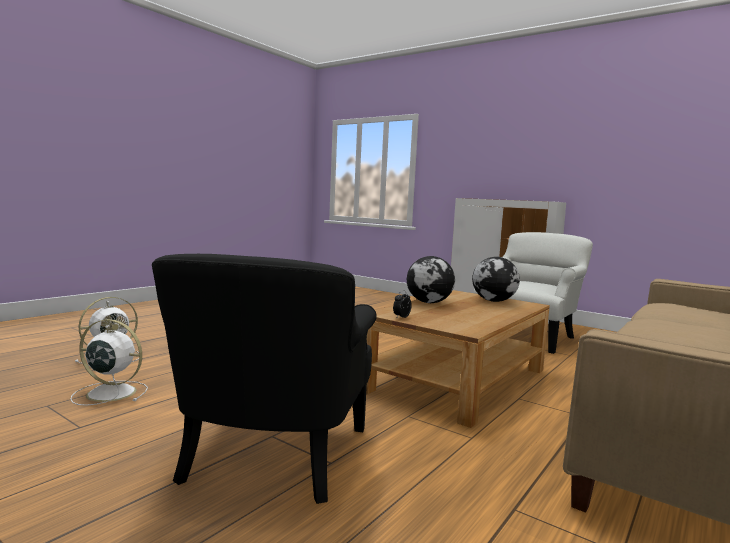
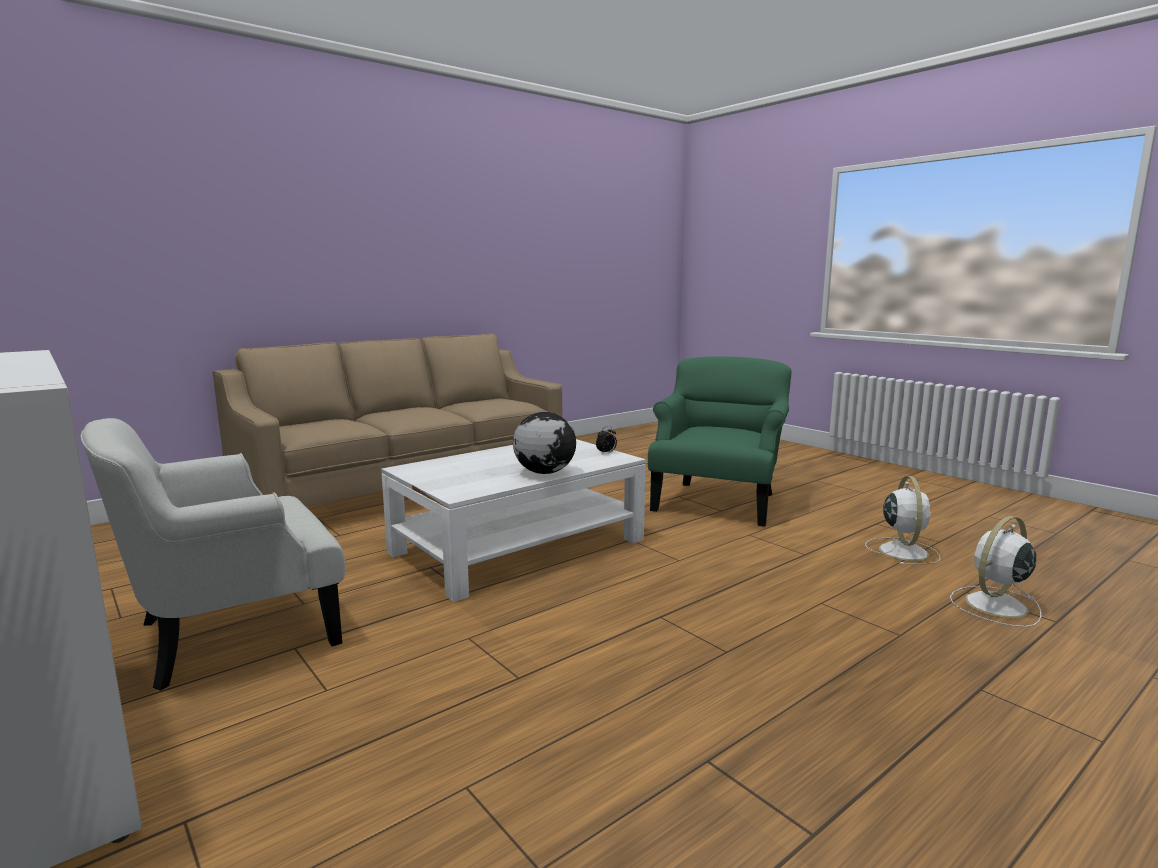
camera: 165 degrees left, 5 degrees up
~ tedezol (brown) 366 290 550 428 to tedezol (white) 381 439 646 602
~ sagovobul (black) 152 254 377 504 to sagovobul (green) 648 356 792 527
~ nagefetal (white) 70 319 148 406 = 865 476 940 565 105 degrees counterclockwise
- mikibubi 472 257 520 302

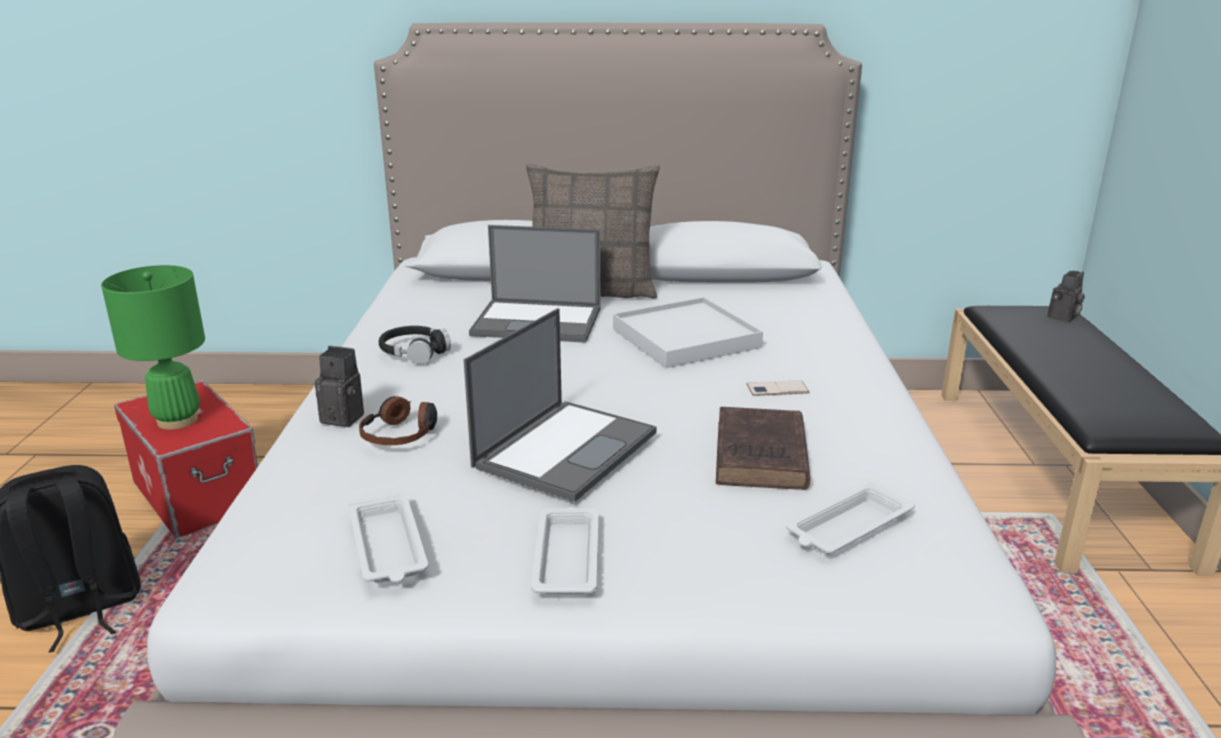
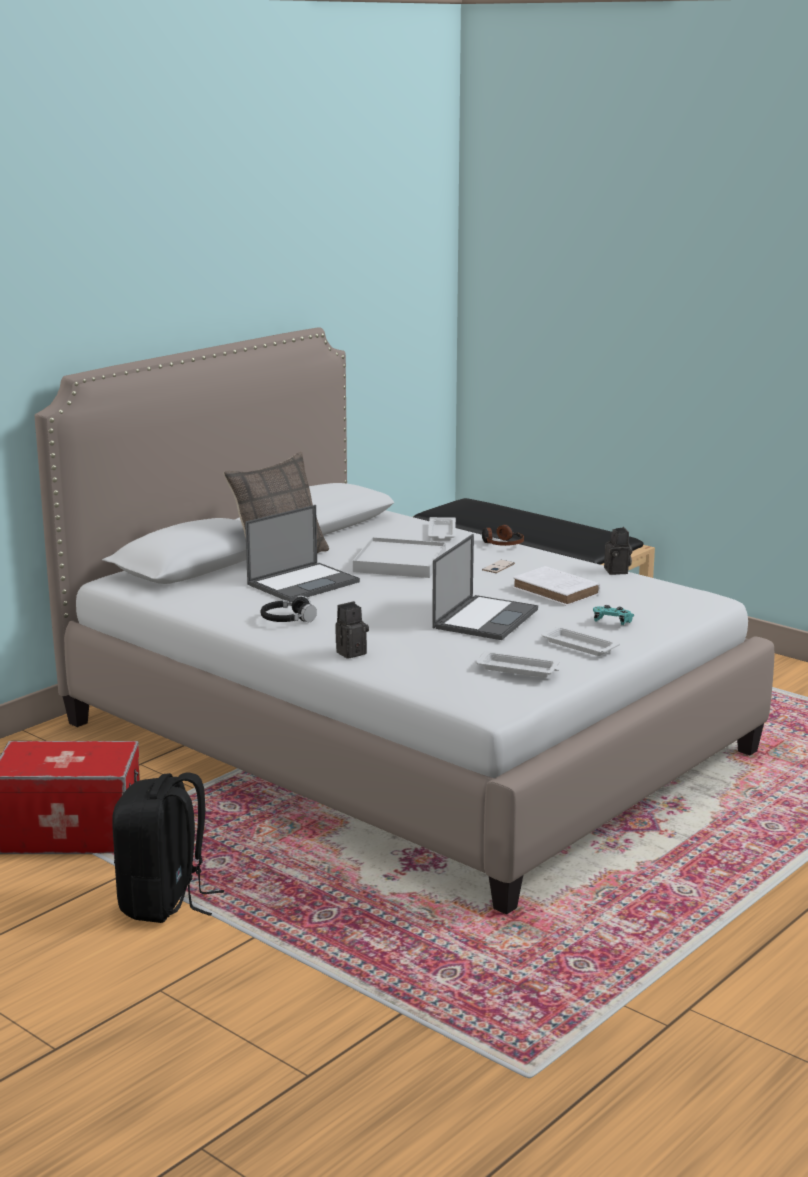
camera: 50 degrees left, 5 degrees down
~ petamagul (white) 786 481 915 555 to 428 517 456 541
~ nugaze 464 308 657 502 = 432 534 538 640 45 degrees clockwise
~ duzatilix 359 396 437 445 to 482 525 524 546
~ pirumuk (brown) 716 407 810 490 to pirumuk (white) 512 566 601 606
+ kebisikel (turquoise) 593 605 634 625
~ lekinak 1048 271 1085 322 to 604 527 632 575
- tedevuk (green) 101 265 205 430

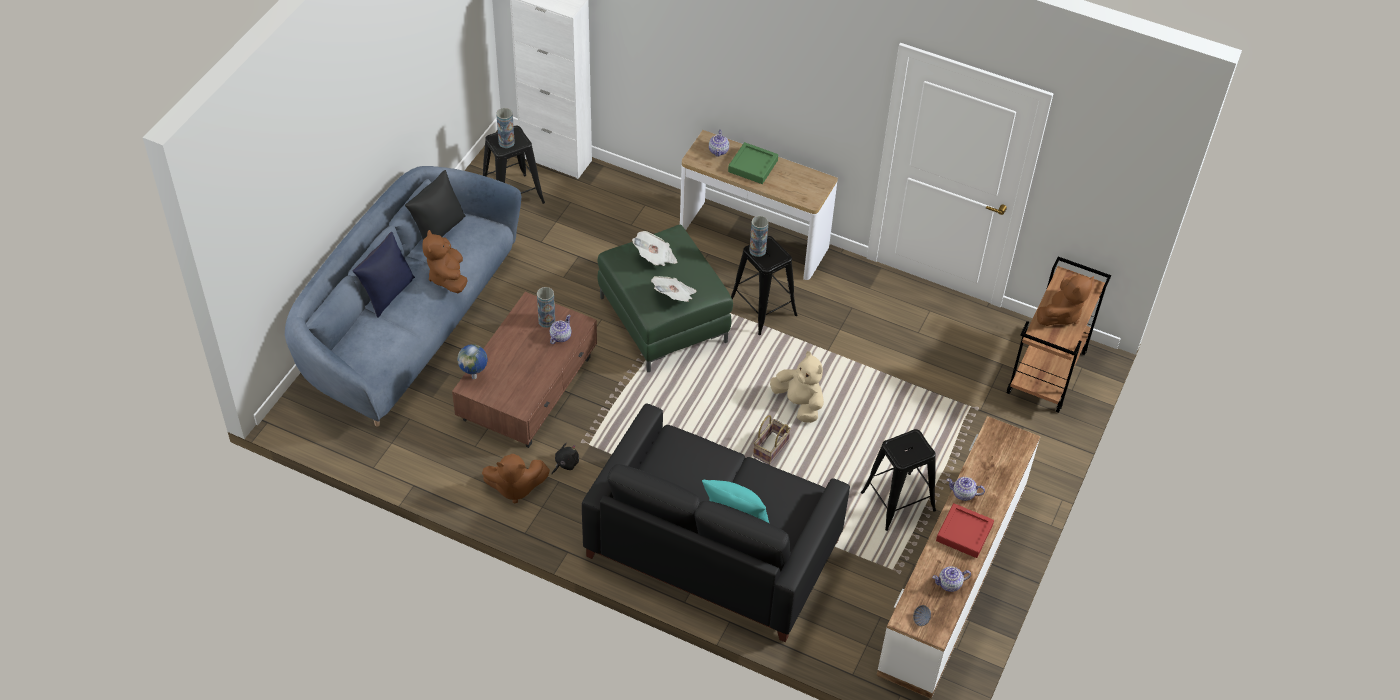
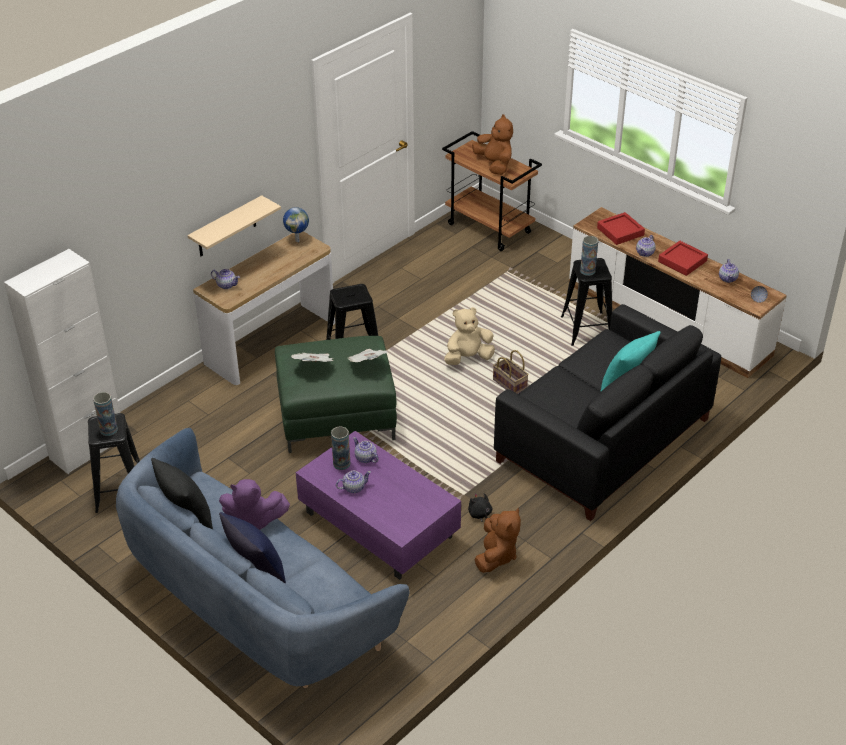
camera: 70 degrees left, 10 degrees down
+ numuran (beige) 188 195 281 256
~ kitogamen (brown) 422 230 468 293 to kitogamen (purple) 219 479 290 530
~ mikibubi 457 344 488 379 to 283 207 309 242
~ tedezol (brown) 452 292 597 448 to tedezol (purple) 296 431 461 580
+ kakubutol 336 471 371 493
~ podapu 749 216 769 257 to 580 236 598 276
+ petamagul (red) 597 212 645 245
- petamagul (green) 728 142 778 184

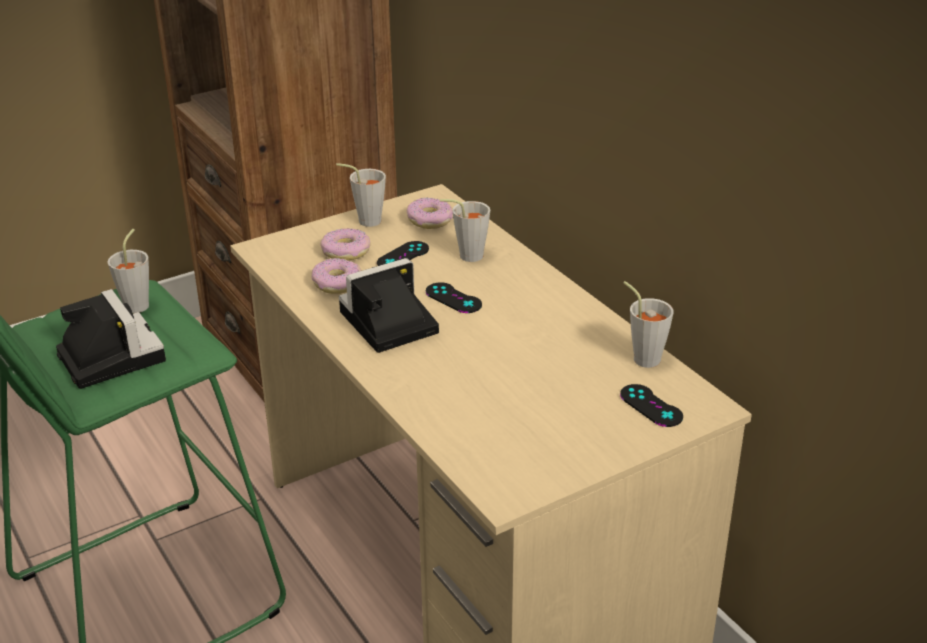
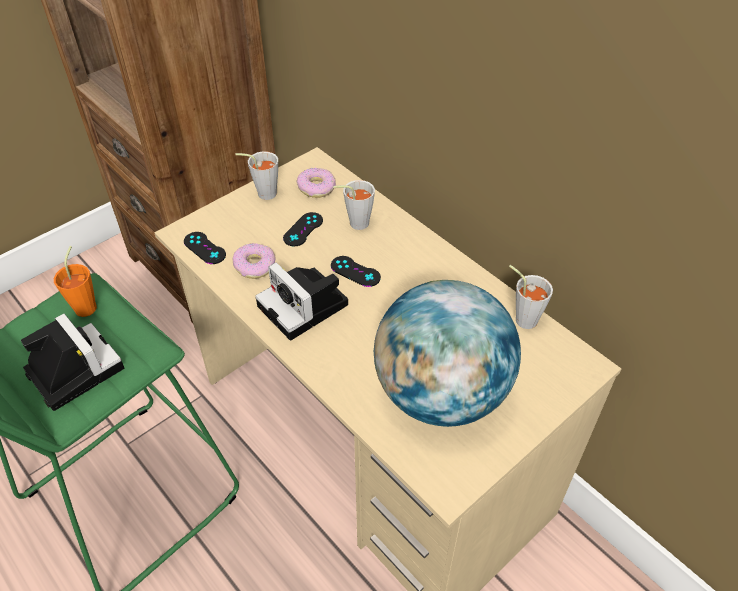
camera: 10 degrees left, 15 degrees up
~ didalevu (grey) 107 229 149 313 to didalevu (orange) 54 246 97 317
~ kebisikel (black) 620 384 683 427 to 184 232 226 264
~ lekinak 339 258 439 353 = 255 262 348 341 90 degrees counterclockwise
+ mikibubi 374 280 521 427
- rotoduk 320 228 371 260

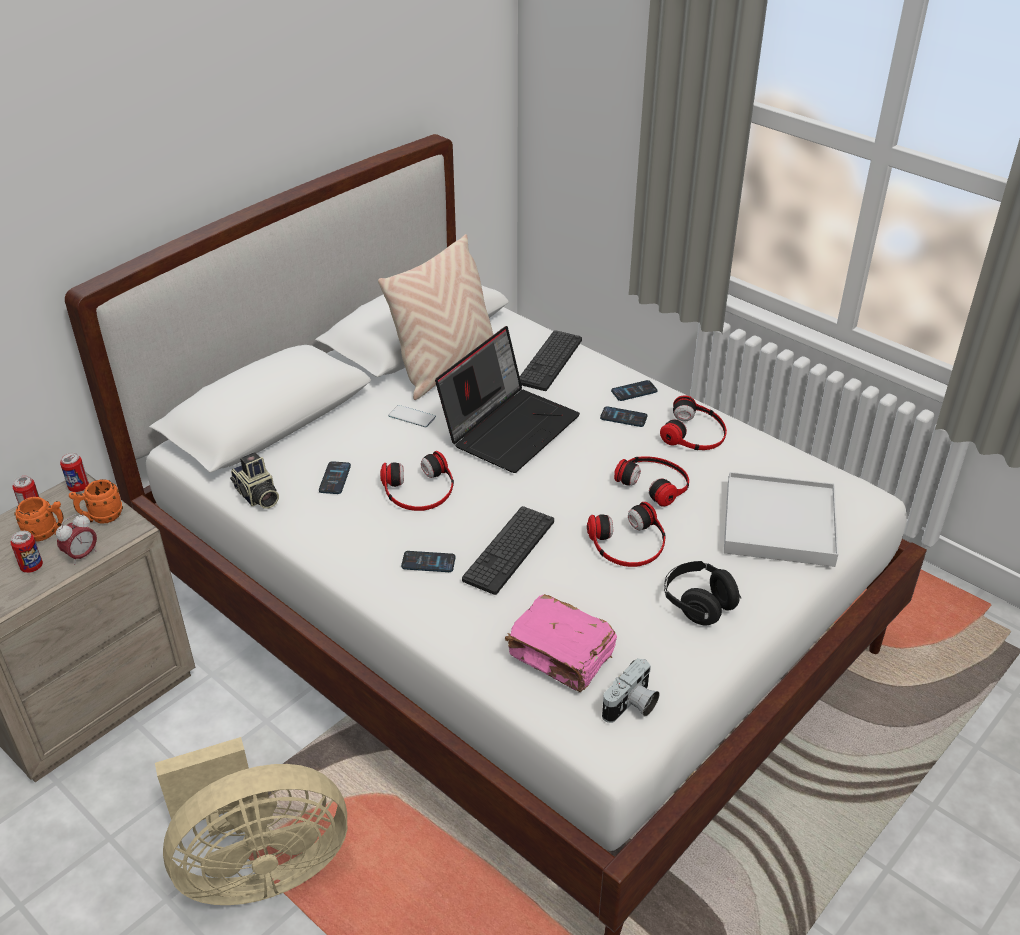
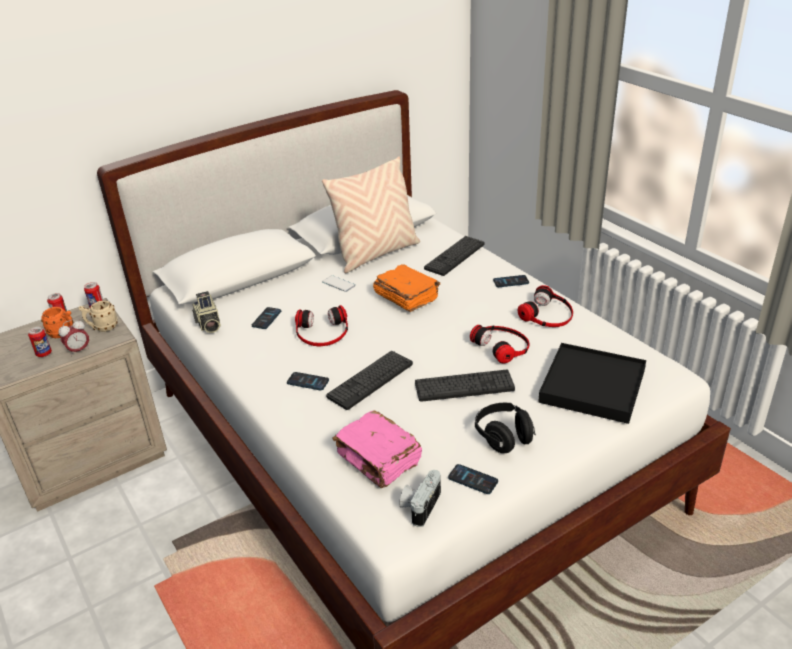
camera: 15 degrees right, 5 degrees down
~ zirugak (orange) 69 479 123 524 to zirugak (beige) 78 301 118 332
~ nugaze 435 326 580 473 to pirumuk (orange) 373 264 440 312
~ lekinak 602 658 659 723 = 399 470 441 527 150 degrees clockwise
~ duzatilix 587 502 666 567 to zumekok 415 370 515 402
~ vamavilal 600 406 647 427 to 448 464 498 494
~ petamagul (white) 724 472 838 567 to petamagul (black) 538 343 646 424
- nagefetal (beige) 155 737 347 905

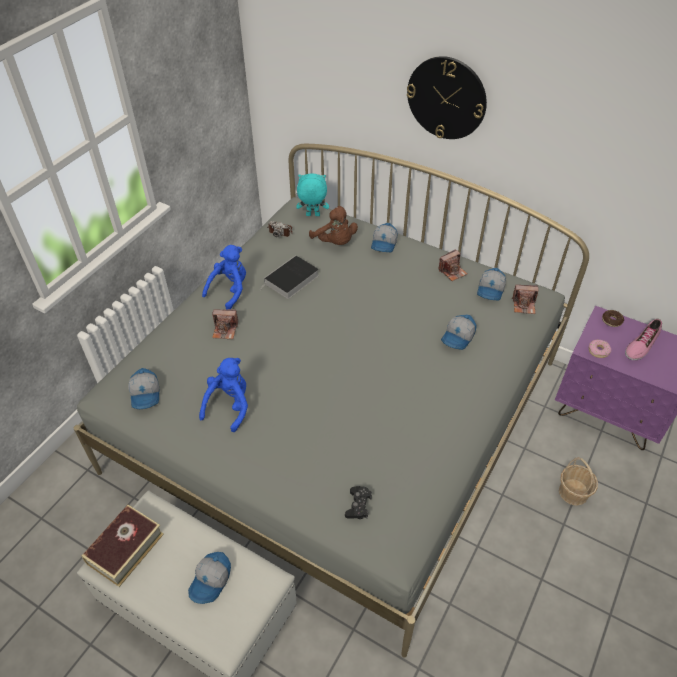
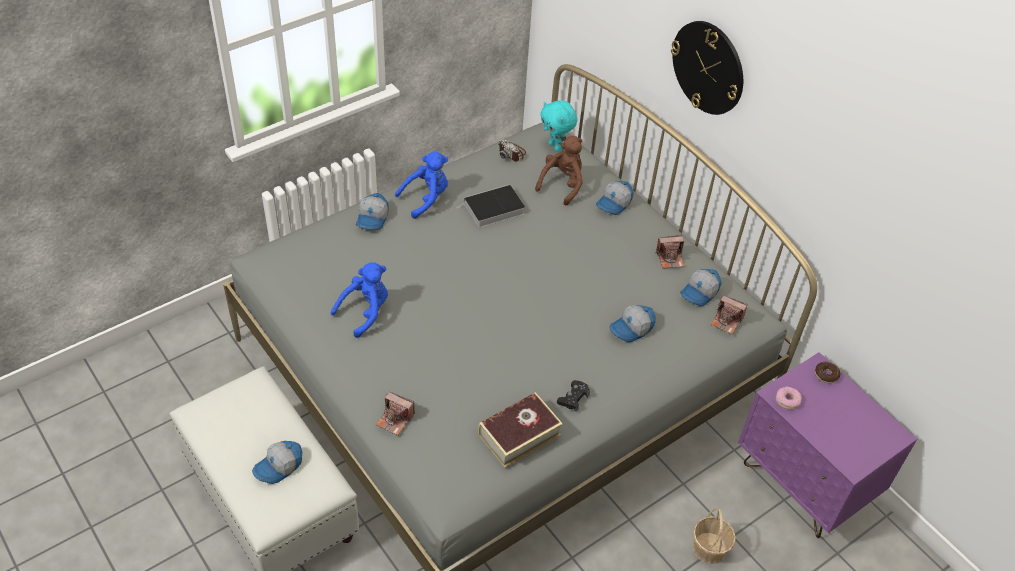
camera: 20 degrees right, 0 degrees up
~ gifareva 128 368 160 409 to 356 193 388 230
~ lekinak 212 309 238 339 to 376 392 415 436
~ pirumuk 82 505 164 587 to 478 392 563 468
~ kitogamen (brown) 309 206 358 245 = 535 136 583 206 135 degrees counterclockwise
~ kitogamen (turquoise) 296 174 329 216 = 540 100 577 152 150 degrees counterclockwise
~ kebisikel (black) 345 486 372 519 to 557 380 590 412
- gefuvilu 625 319 662 360

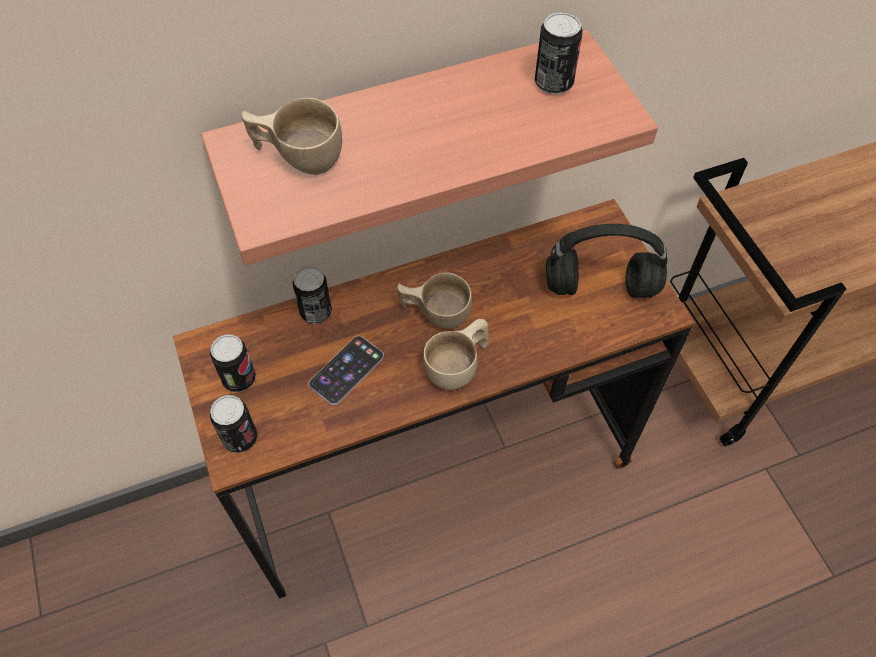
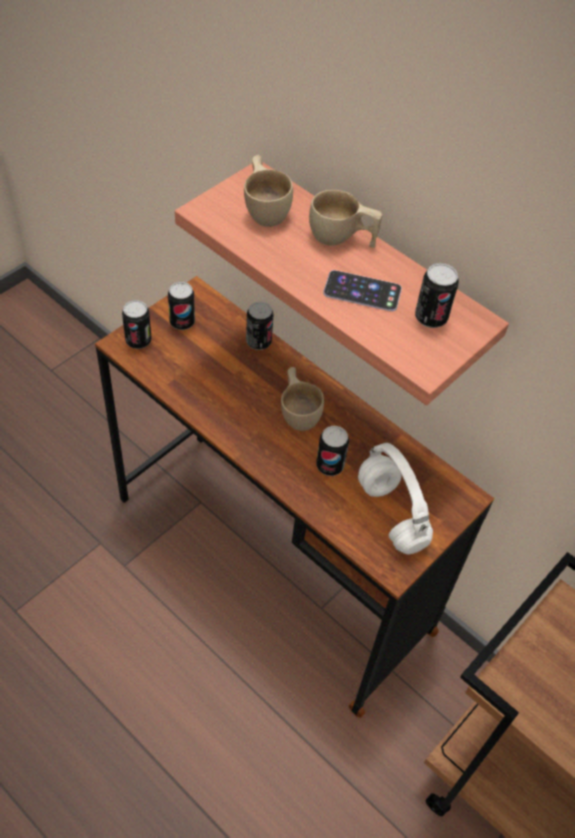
camera: 60 degrees right, 5 degrees down
~ didalevu (beige) 423 319 489 390 to 309 190 382 248
+ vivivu 316 426 349 476
~ vamavilal 308 336 384 405 to 323 270 402 312
~ duzatilix (black) 546 224 668 298 to duzatilix (white) 358 443 433 554

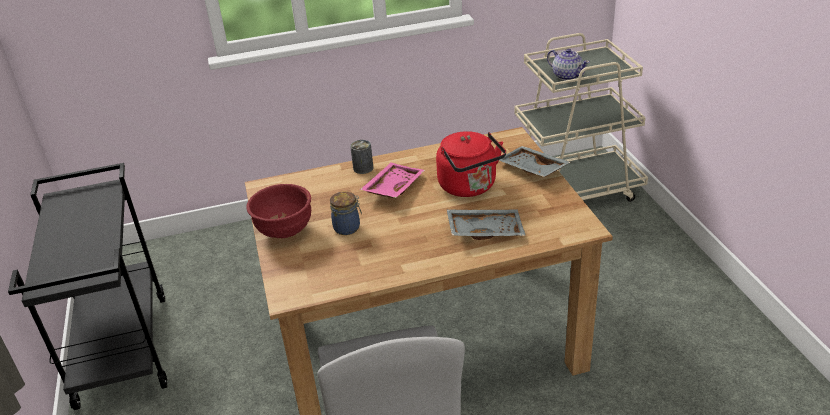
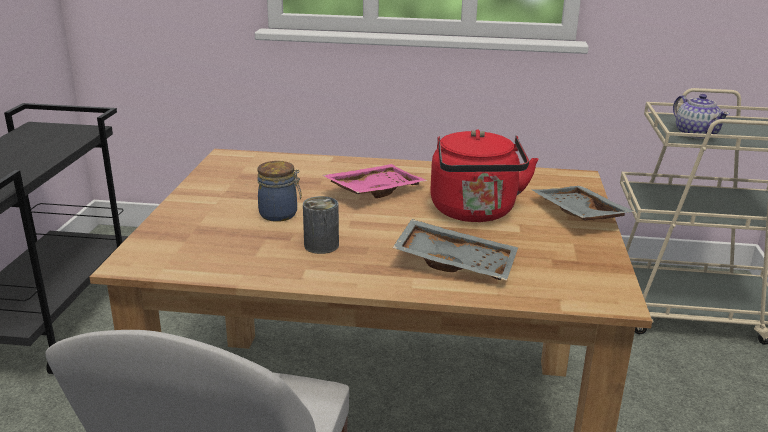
camera: 20 degrees right, 10 degrees down
~ vivivu 350 140 374 174 to 303 196 339 254
- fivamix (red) 246 184 311 238

